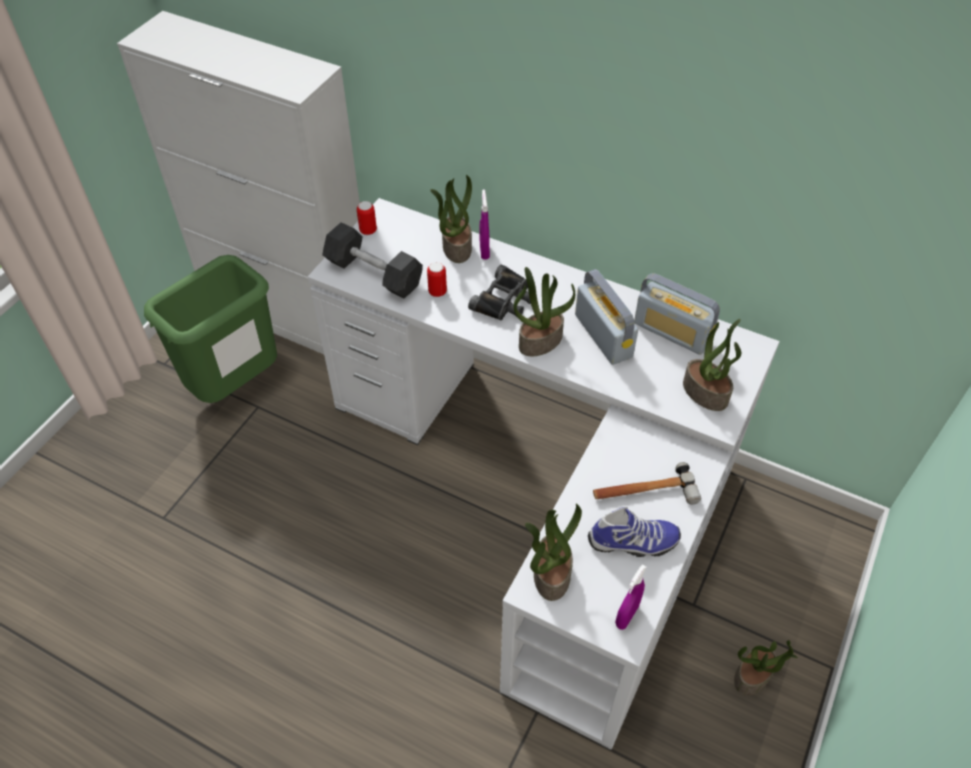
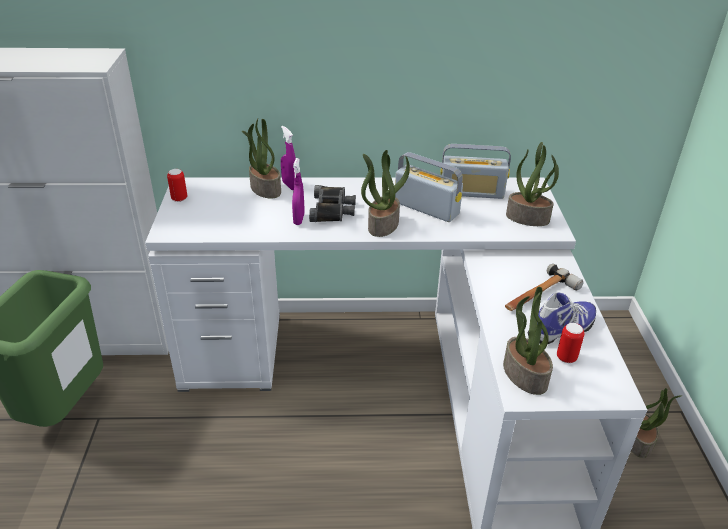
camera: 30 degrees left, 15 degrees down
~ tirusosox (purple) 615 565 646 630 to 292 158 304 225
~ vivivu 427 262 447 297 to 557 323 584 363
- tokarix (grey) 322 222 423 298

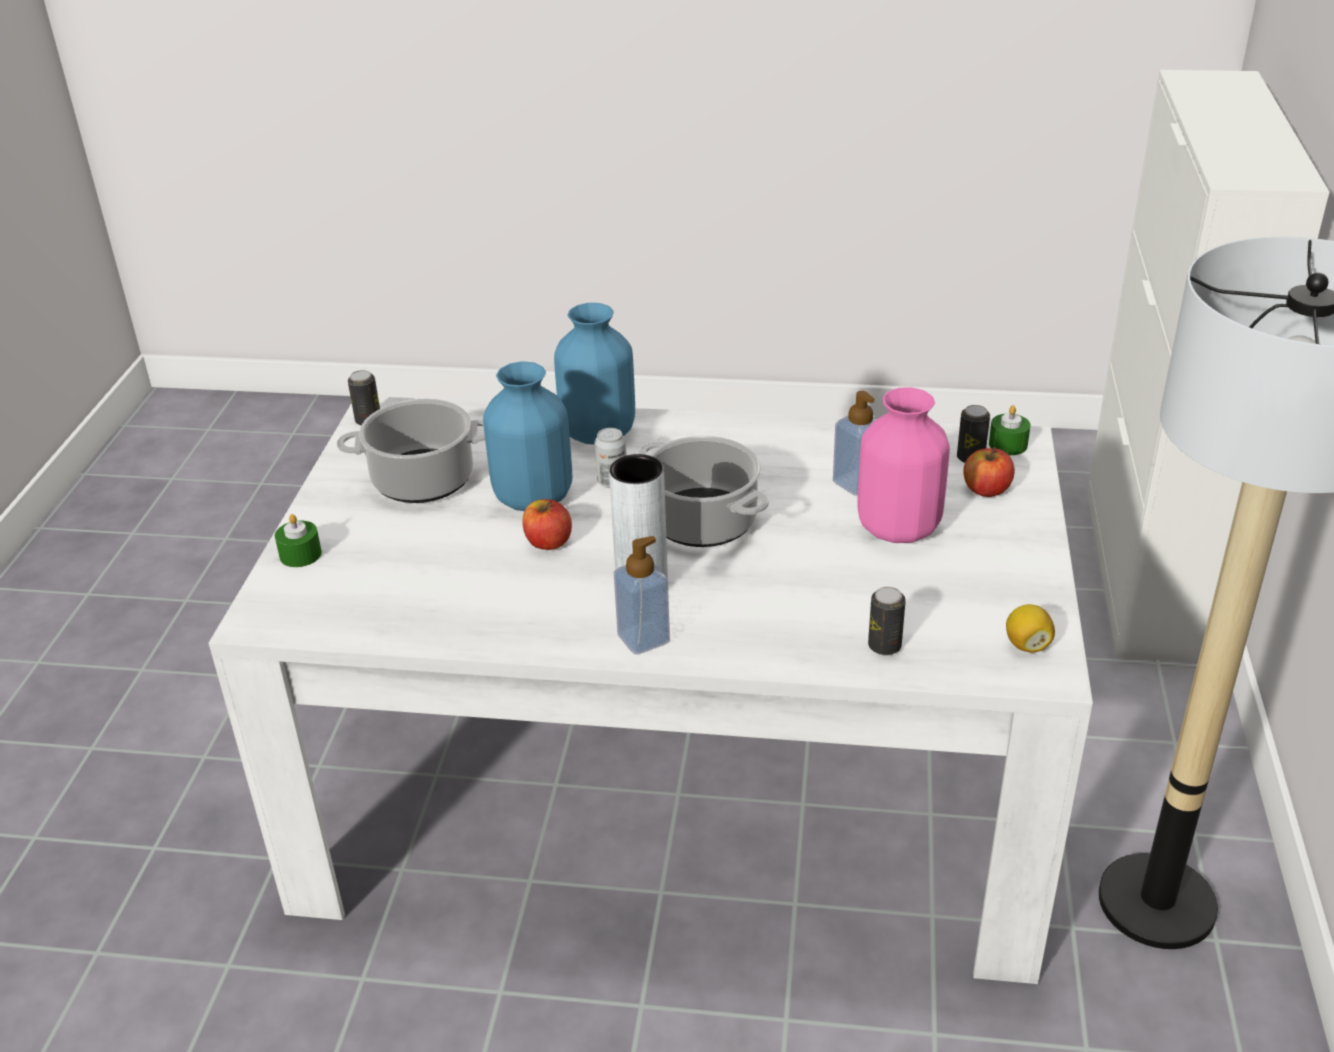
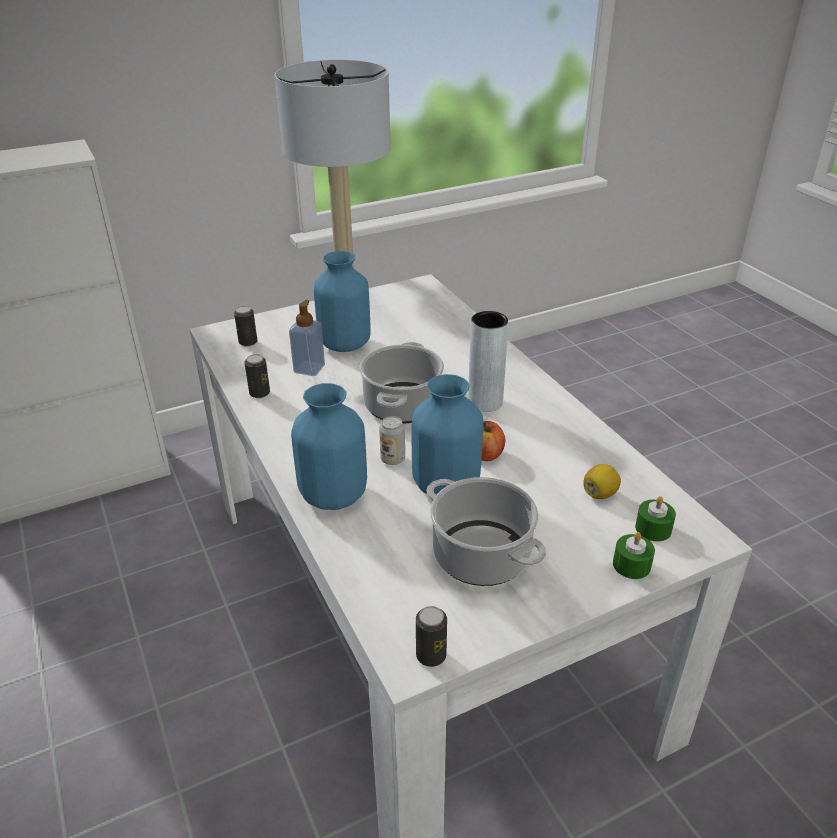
camera: 125 degrees left, 0 degrees up
~ vivivu 868 587 906 655 to 244 354 270 398
~ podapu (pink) 857 387 950 543 to podapu (blue) 314 251 371 352
~ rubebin 1006 604 1055 653 to 583 464 621 499
~ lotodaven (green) 989 405 1031 455 to 635 496 676 542
- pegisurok 614 536 670 654
- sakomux 963 447 1015 497

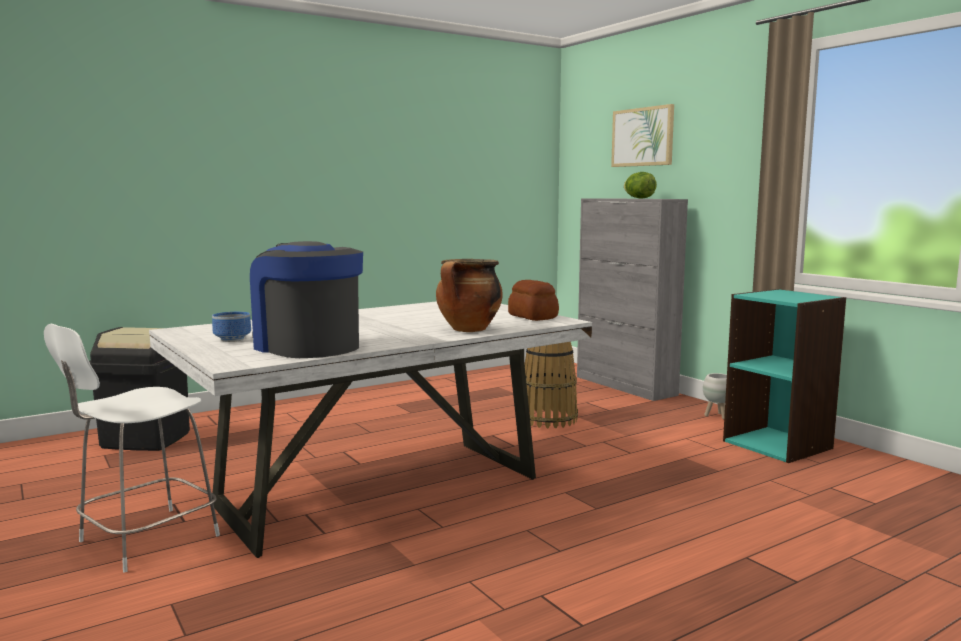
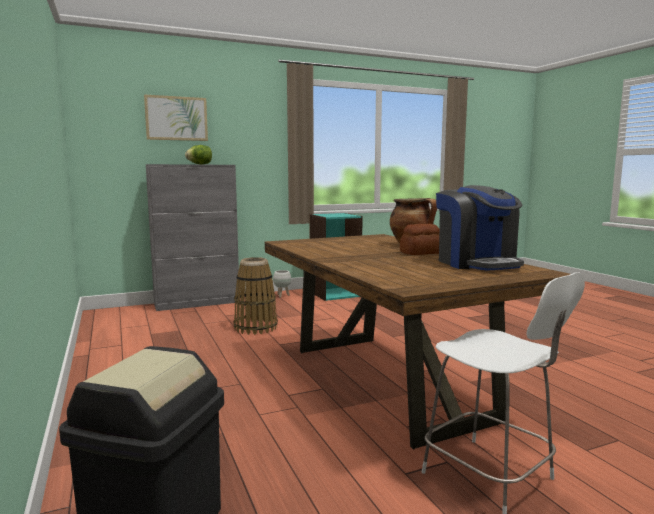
camera: 80 degrees left, 0 degrees up
~ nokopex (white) 149 301 592 558 to nokopex (brown) 265 234 570 450
~ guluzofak 508 280 559 321 to 400 224 439 255
~ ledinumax 250 241 363 358 = 436 185 524 271 75 degrees counterclockwise
- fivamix 212 312 251 342

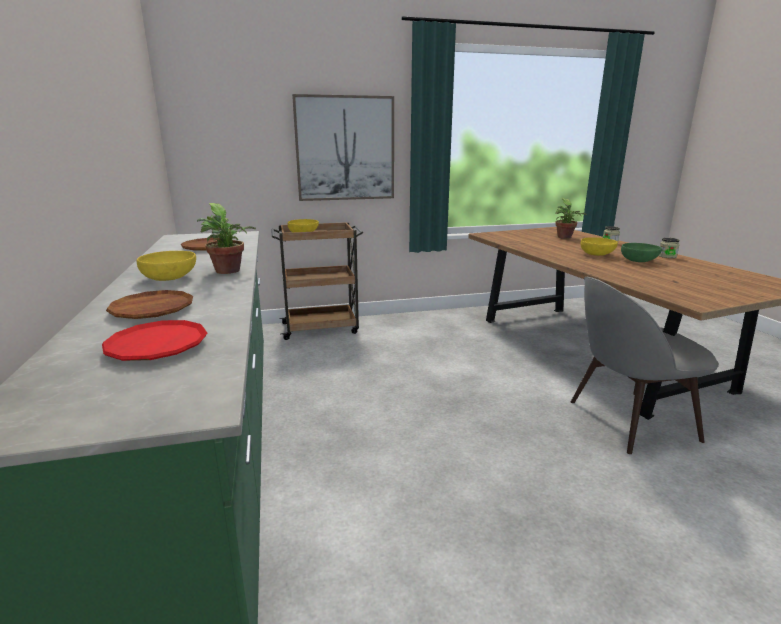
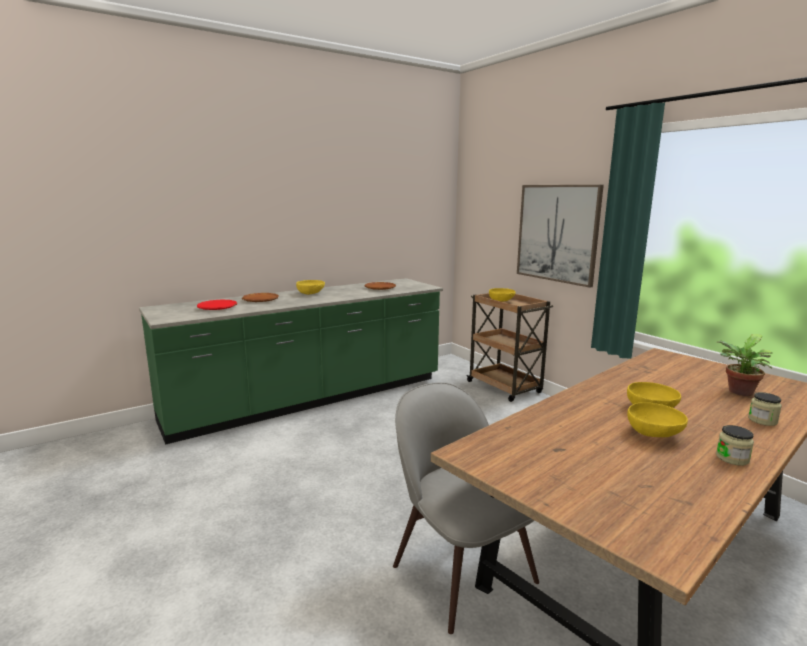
camera: 70 degrees right, 5 degrees down
~ fivamix (green) 621 243 662 262 to fivamix (yellow) 627 402 688 437
- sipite 197 203 256 274

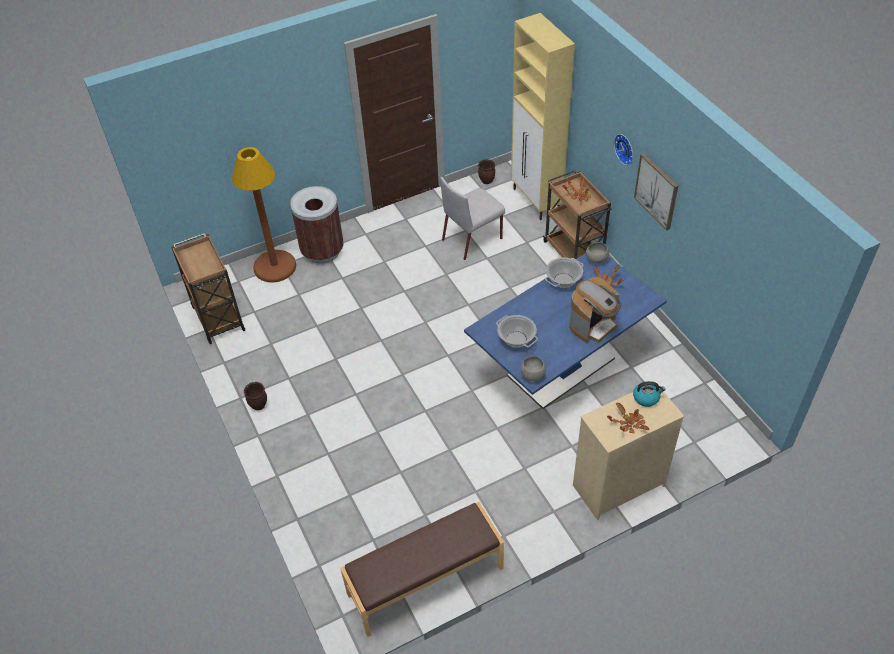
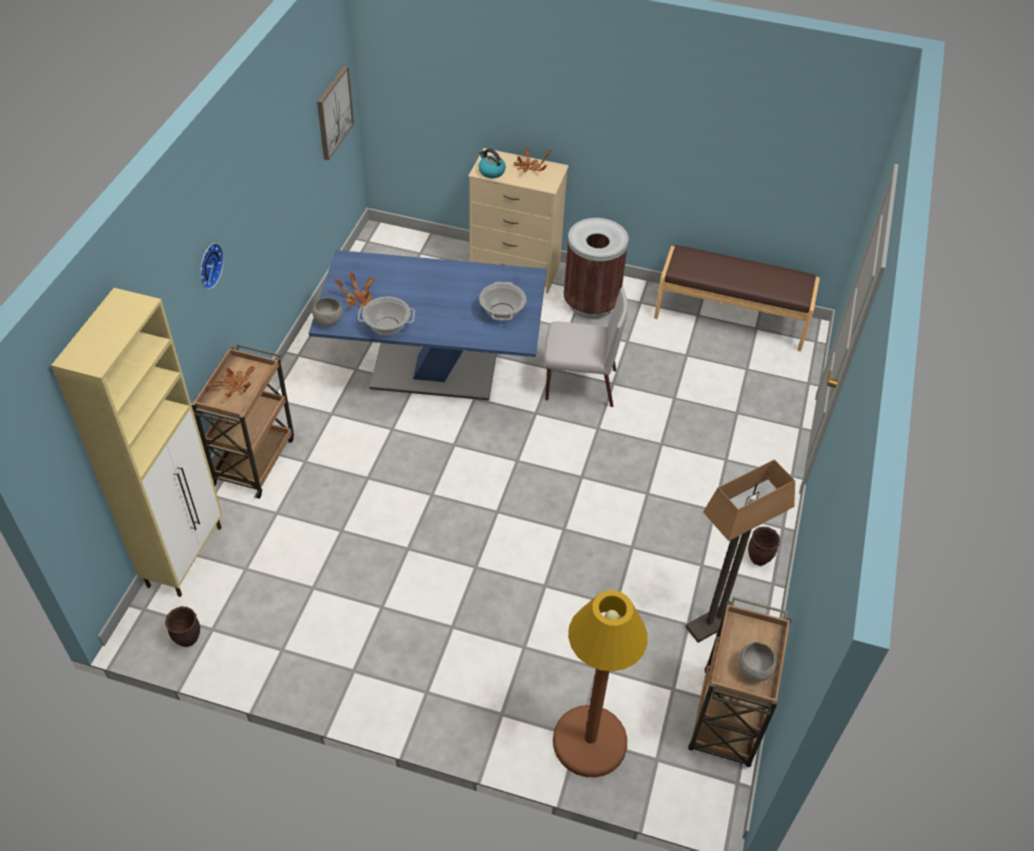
camera: 140 degrees left, 0 degrees up
~ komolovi 634 153 678 231 to 317 66 354 160
~ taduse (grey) 440 177 505 260 to 544 287 628 407
~ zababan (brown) 290 186 344 263 to 564 218 629 319
+ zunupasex 686 459 795 643
~ fivamix (grey) 521 356 546 381 to 738 642 777 681
- ledinumax 569 277 621 343

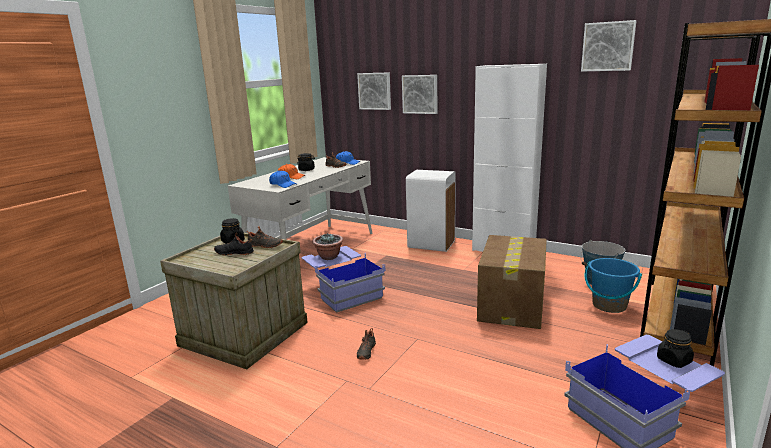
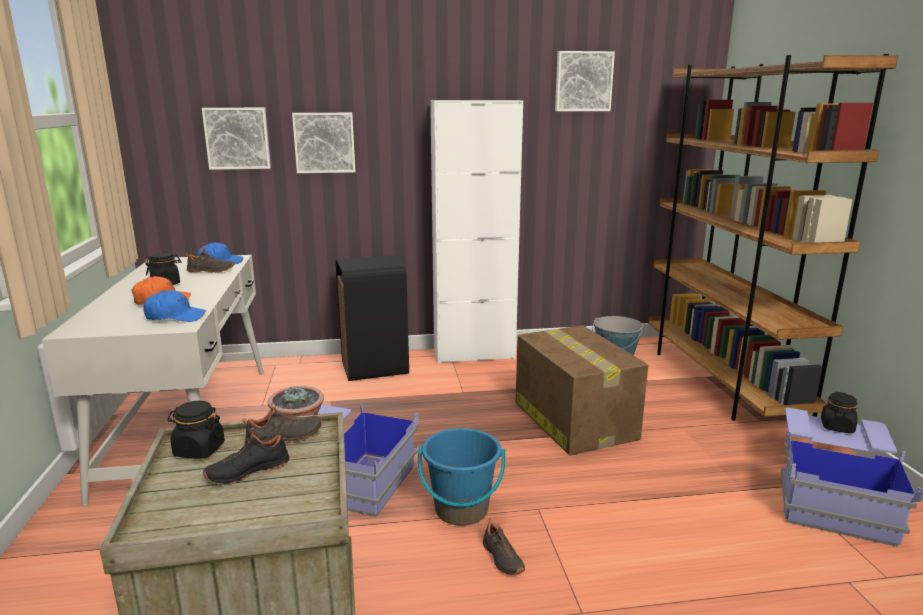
camera: 40 degrees left, 0 degrees up
~ zababan (white) 406 170 456 252 to zababan (black) 336 255 409 381
~ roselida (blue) 585 258 642 313 to 418 428 505 526

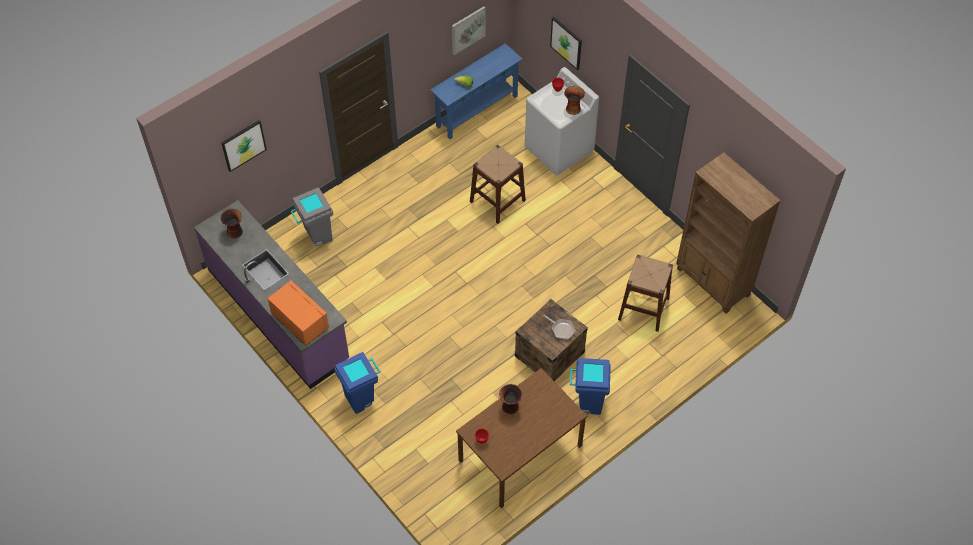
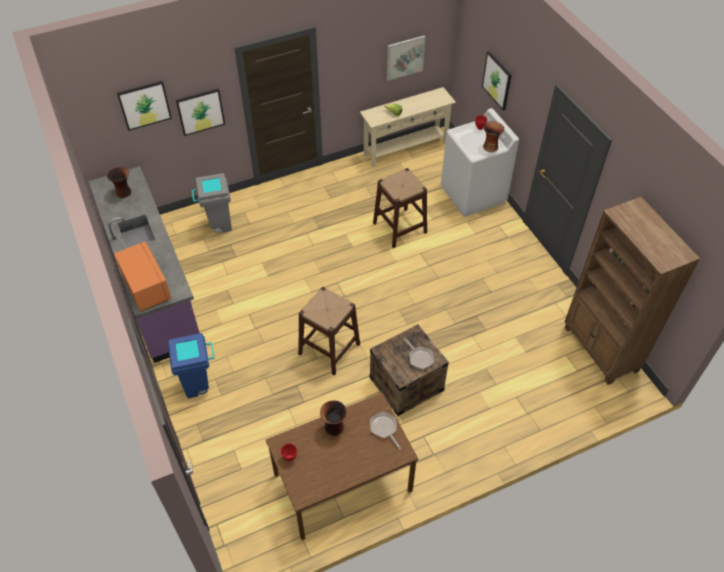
camera: 15 degrees right, 5 degrees down
+ komolovi 176 89 225 136
~ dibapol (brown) 618 255 673 332 to 298 287 360 375
~ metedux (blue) 430 44 523 139 to metedux (beige) 360 87 456 167
+ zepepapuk 370 412 401 449
- zababan (blue) 570 358 611 415

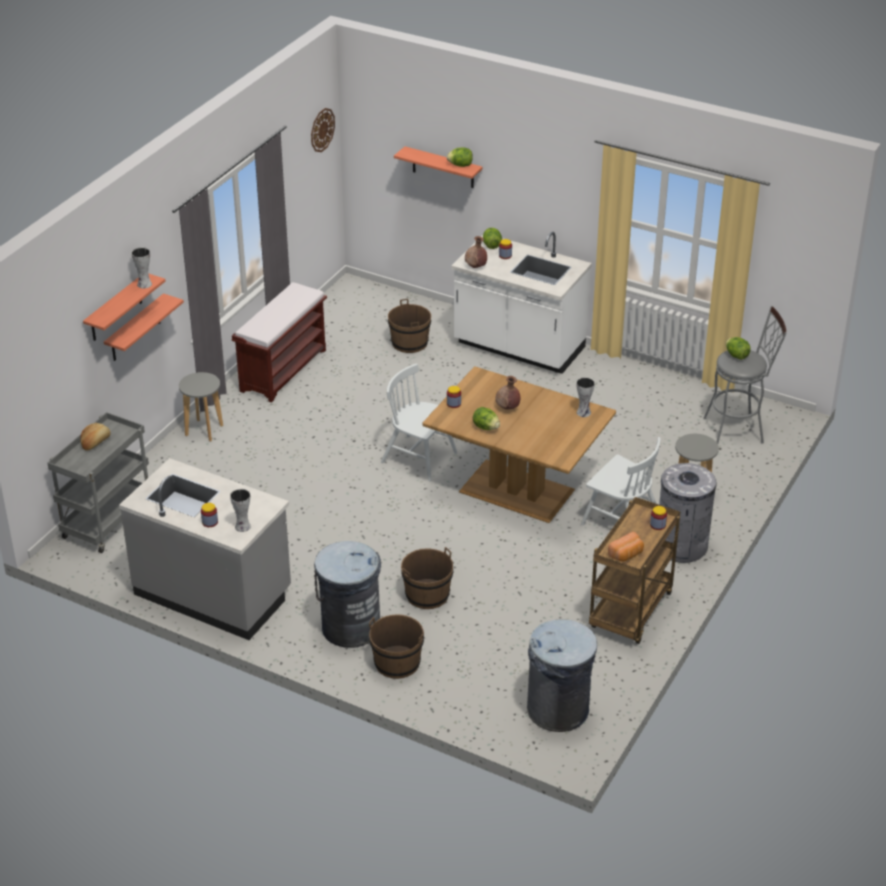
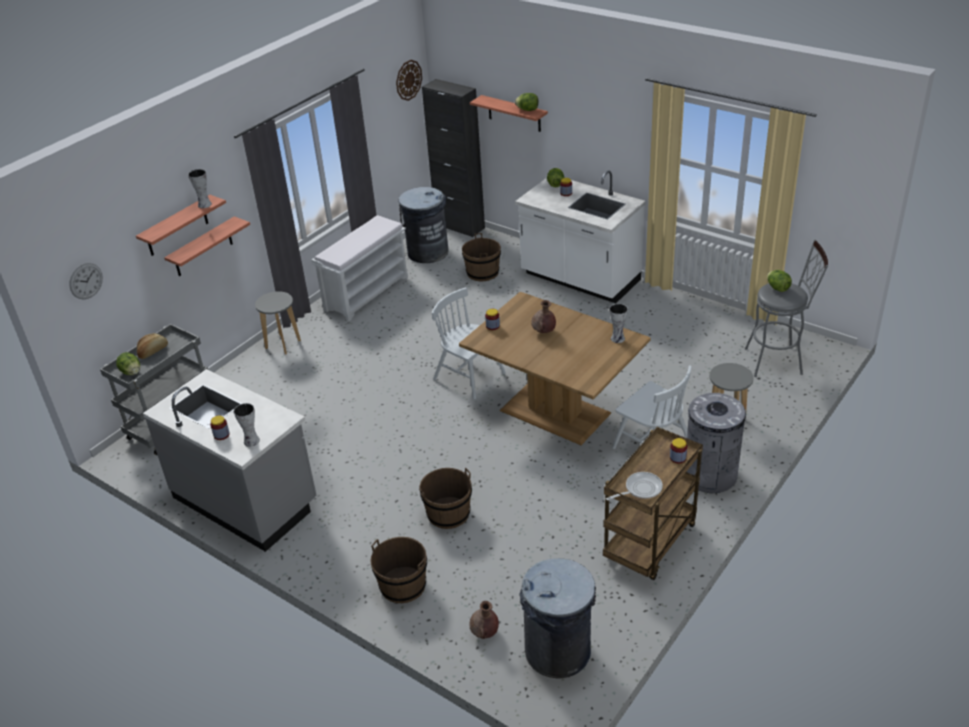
camera: 10 degrees right, 0 degrees up
+ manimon 69 263 103 299
~ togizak 473 407 500 430 to 116 352 140 375
~ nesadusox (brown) 232 282 327 403 to nesadusox (white) 312 215 408 321
~ zababan (grey) 314 541 381 648 to 398 187 449 263
+ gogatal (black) 422 79 485 237
~ podapu (brown) 465 236 487 268 to 469 601 499 639
~ guluzofak 608 532 644 562 to zepepapuk 606 472 663 501

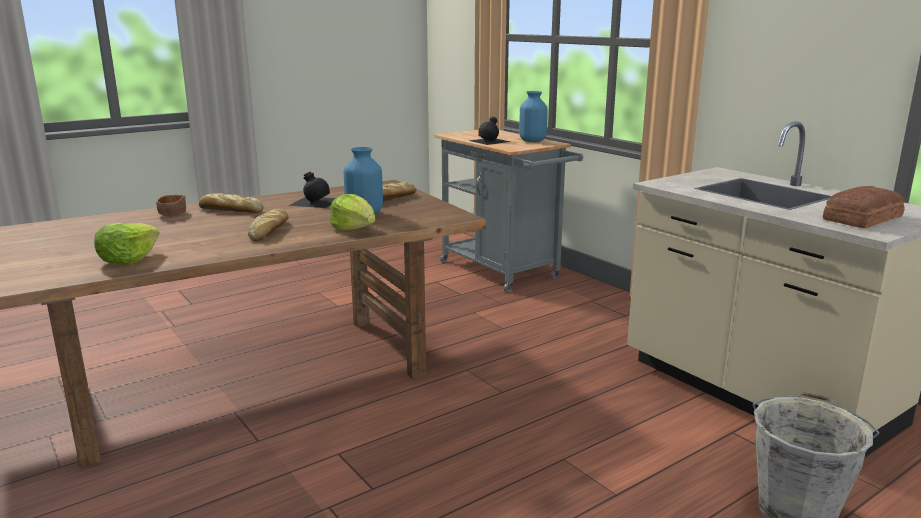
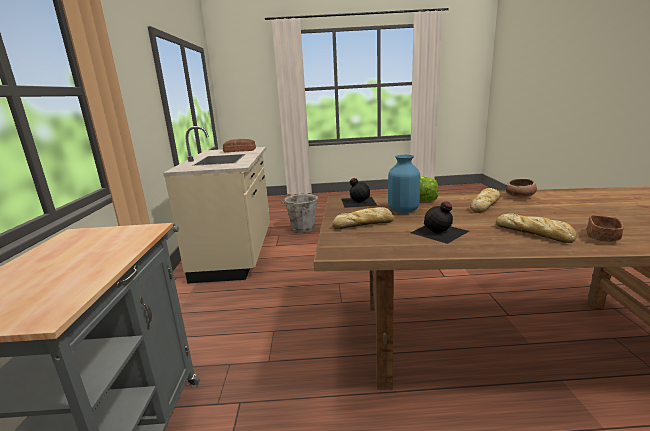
camera: 145 degrees left, 0 degrees up
~ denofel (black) 470 117 511 145 to 341 178 377 208
+ fivamix 506 179 537 198
- togizak 94 223 160 265
- podapu (blue) 519 91 548 142

